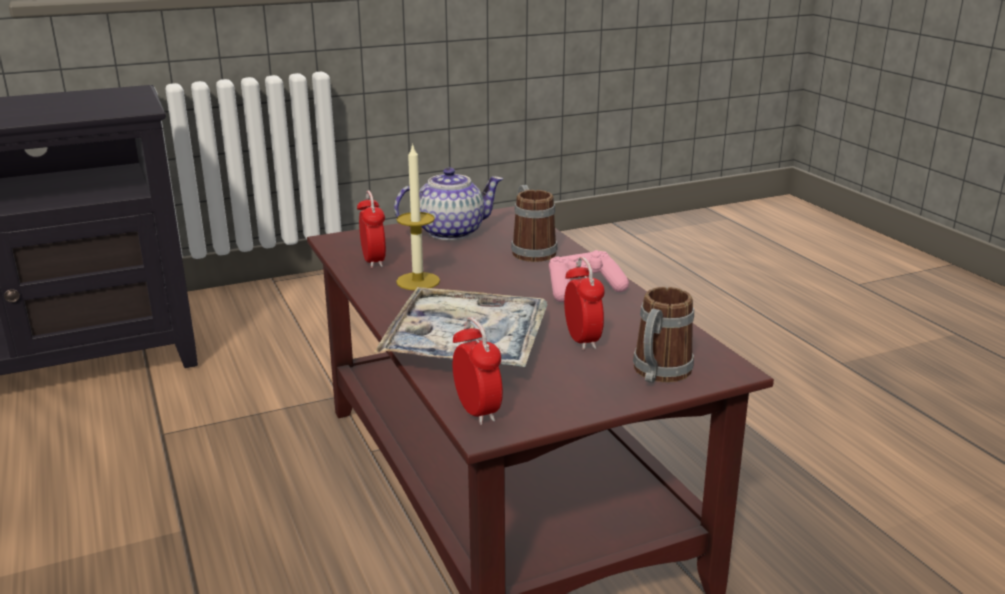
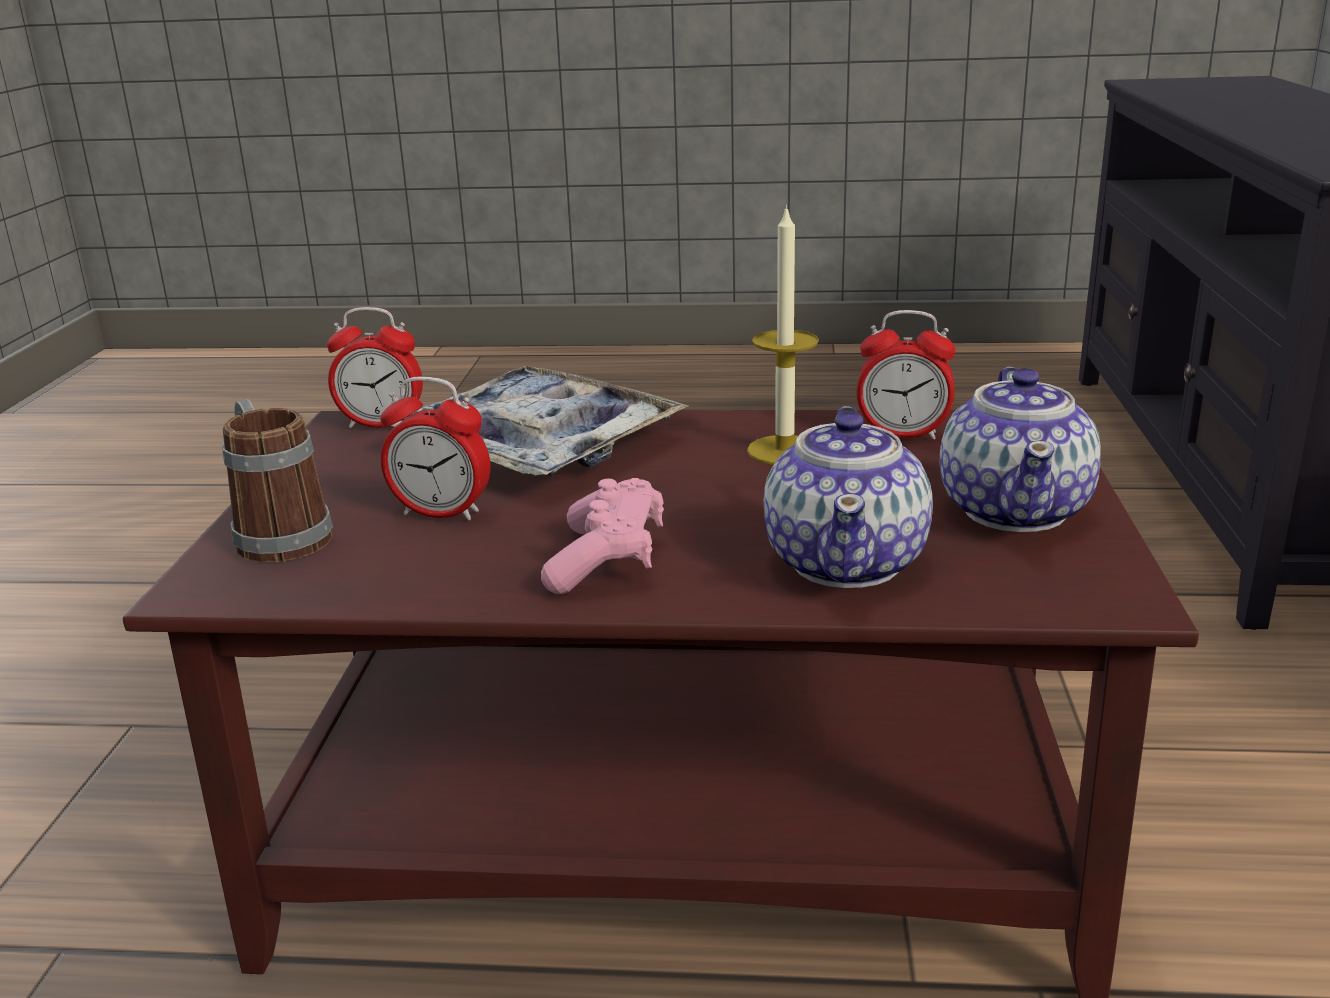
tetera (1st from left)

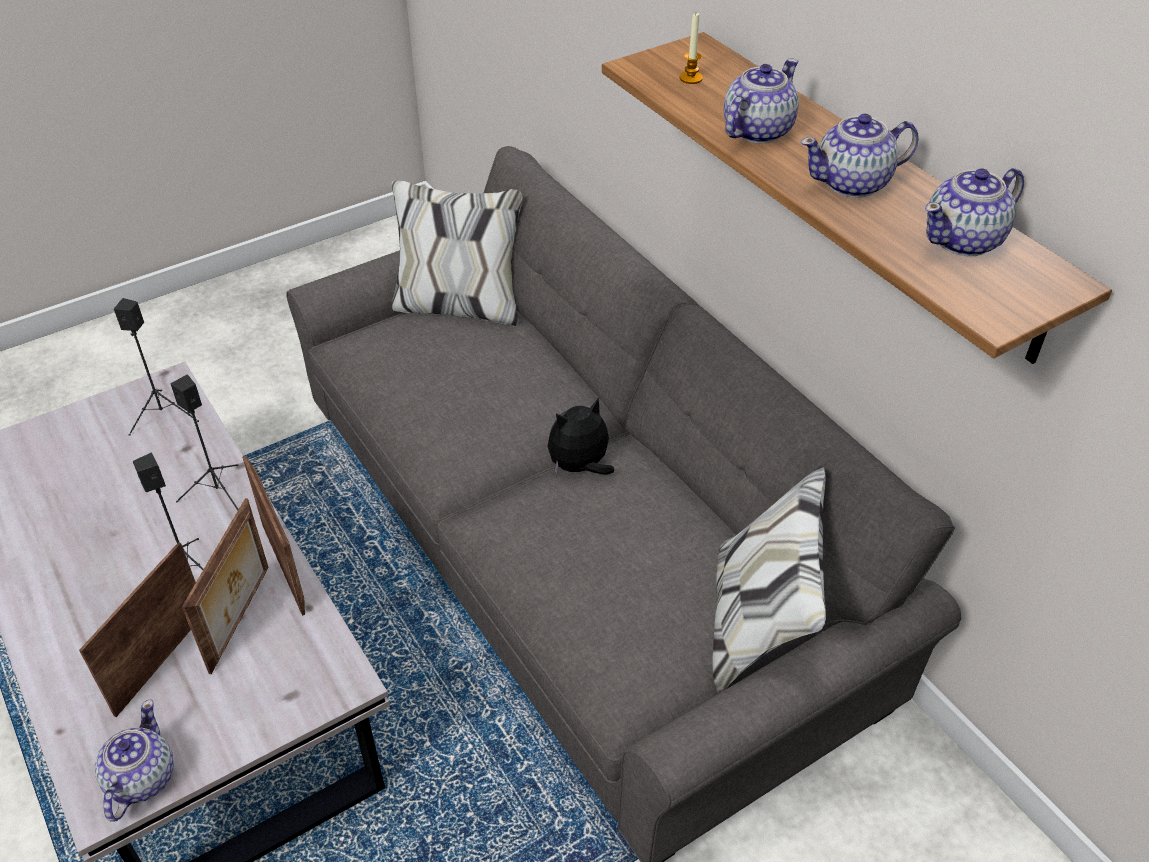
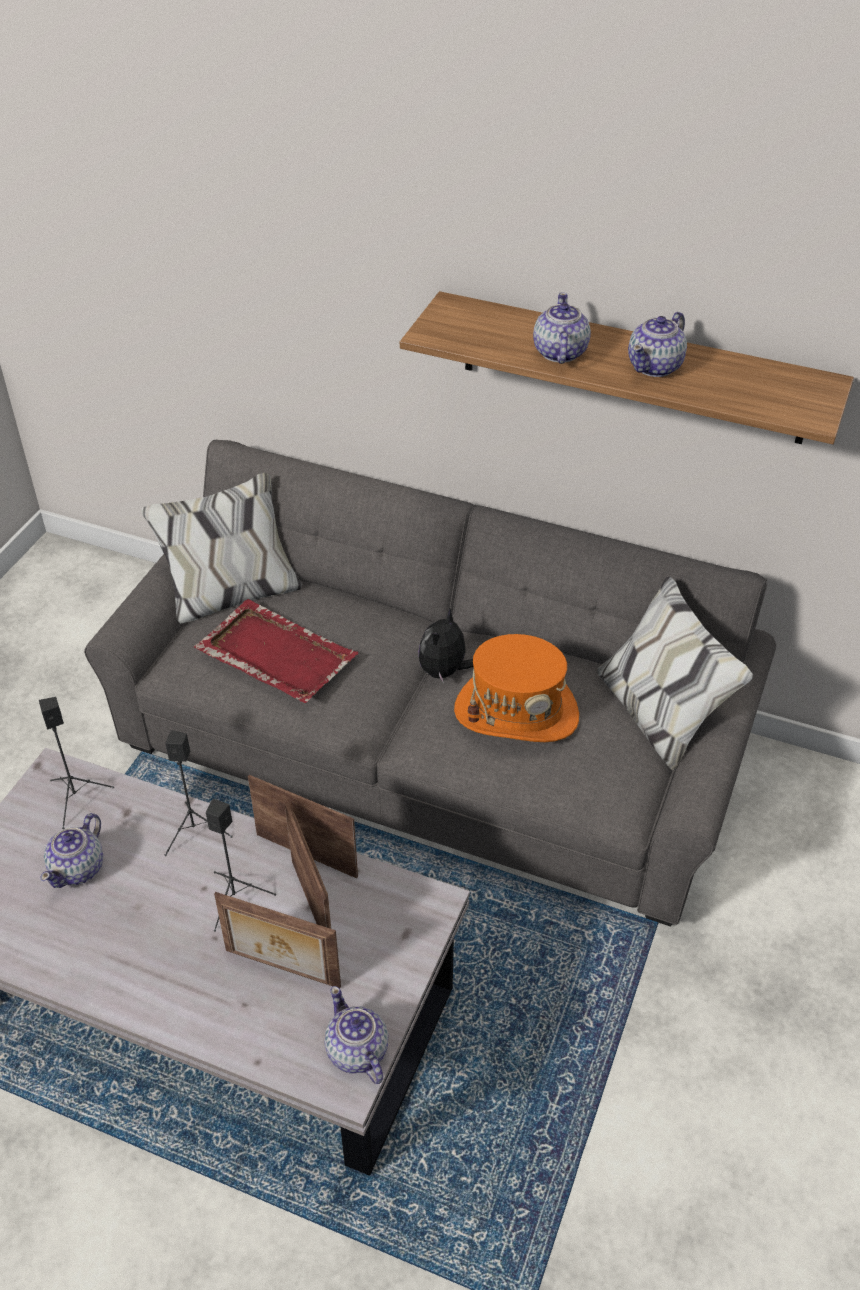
portarretratos (1st from left)
vela
tetera (1st from left)
bandeja/rojo
sombrero/naranja

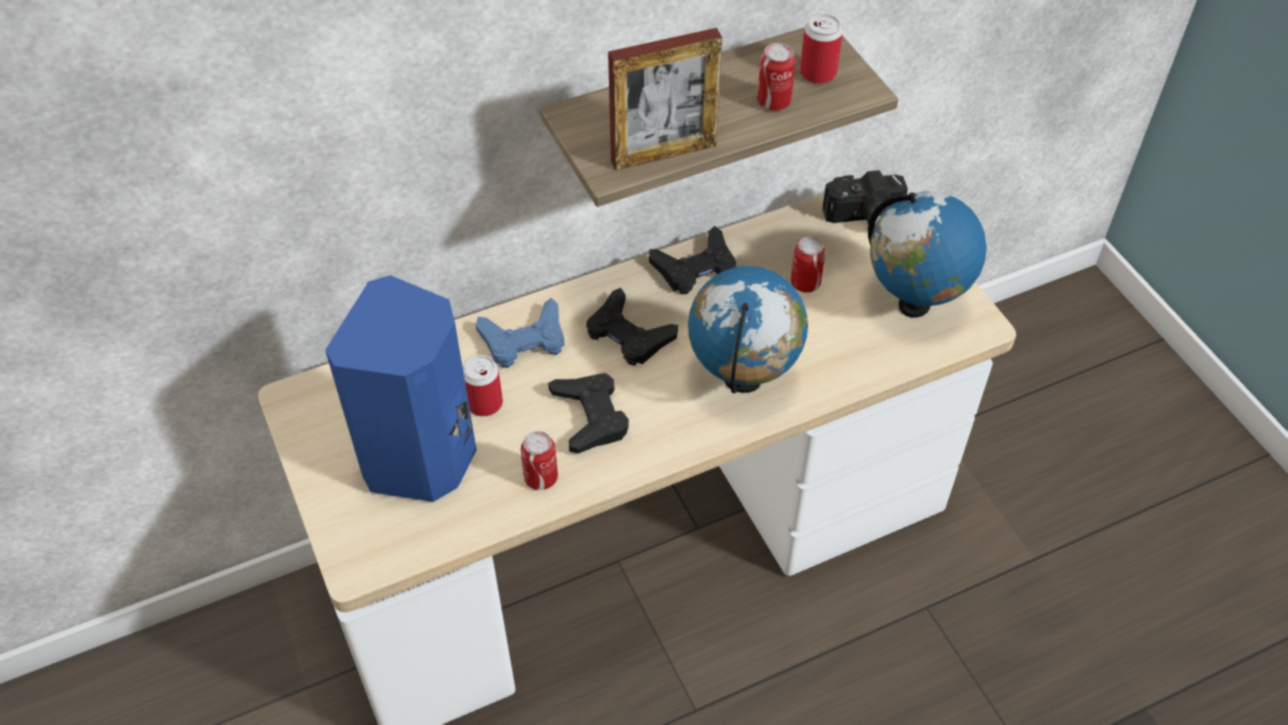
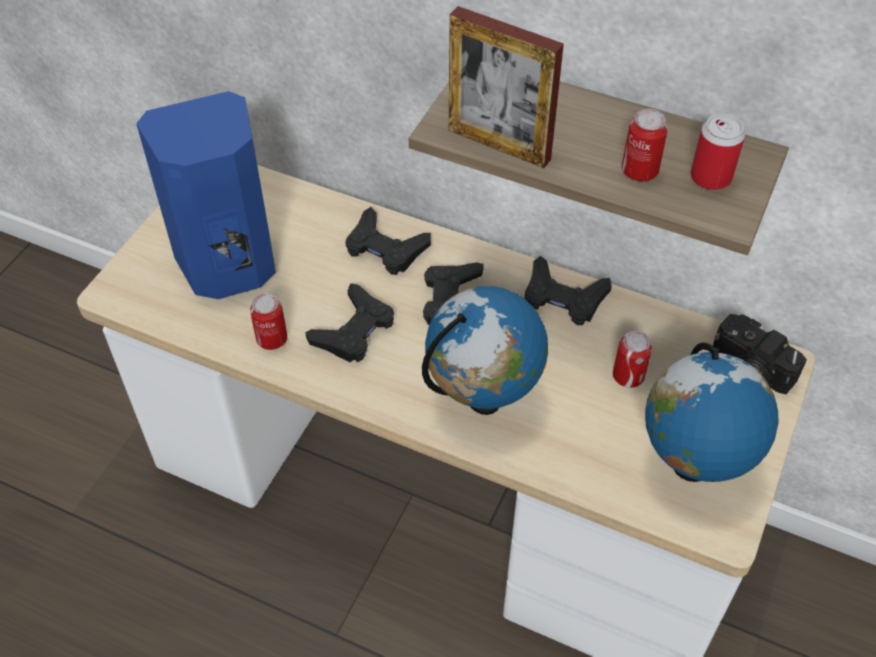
lata (1st from left in the first image)
mando de consola/negro (2nd from left)

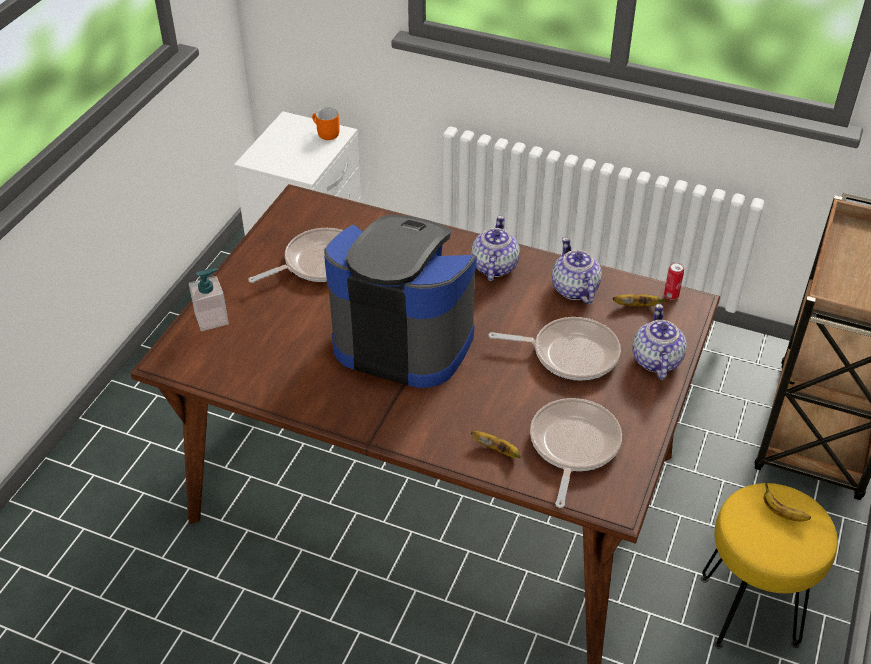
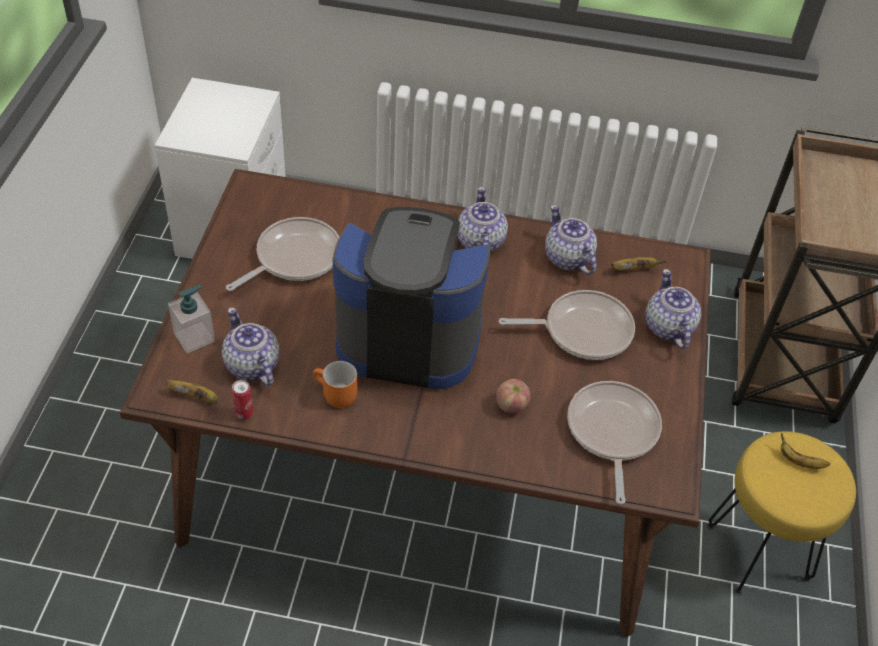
taza grande/naranja
plátano (1st from left)
lata
tetera (1st from left)
manzana

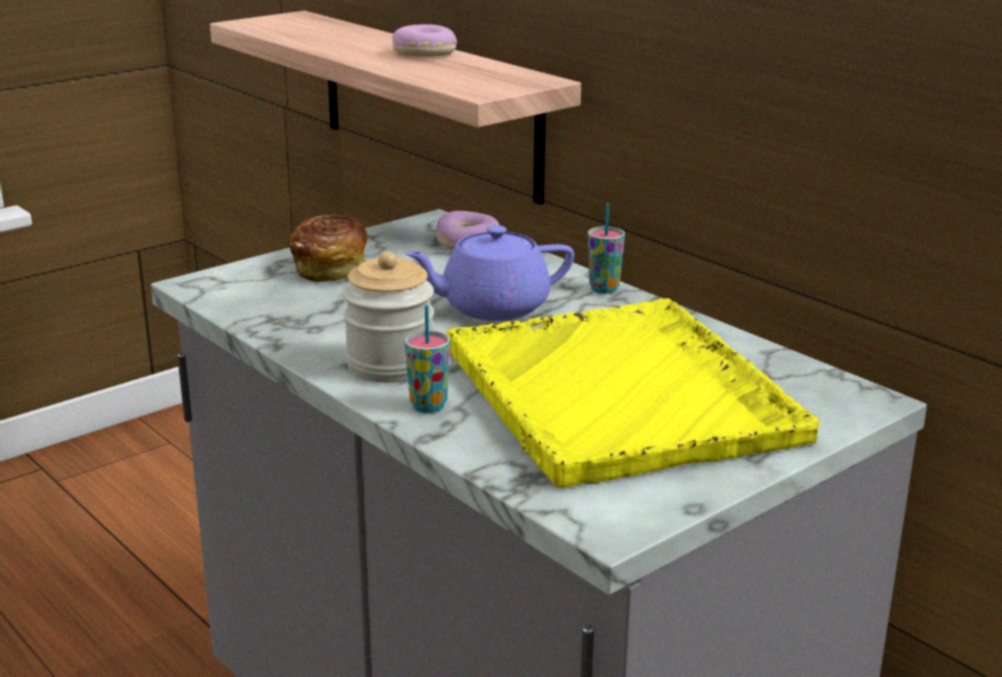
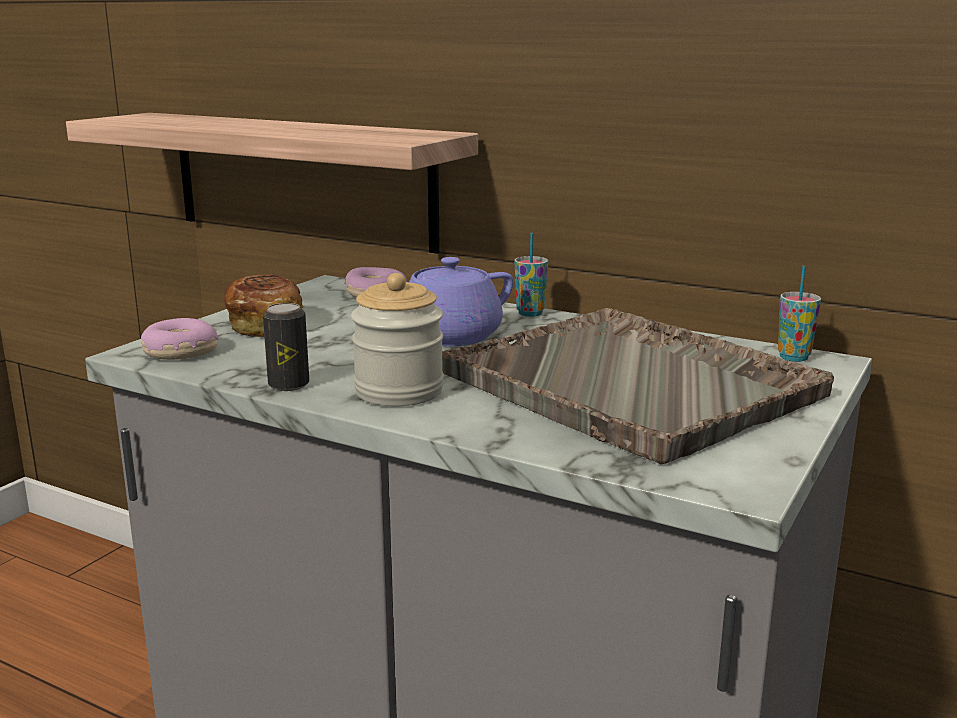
rosquilla (1st from left)
taza (2nd from left)
bandeja/gris
lata

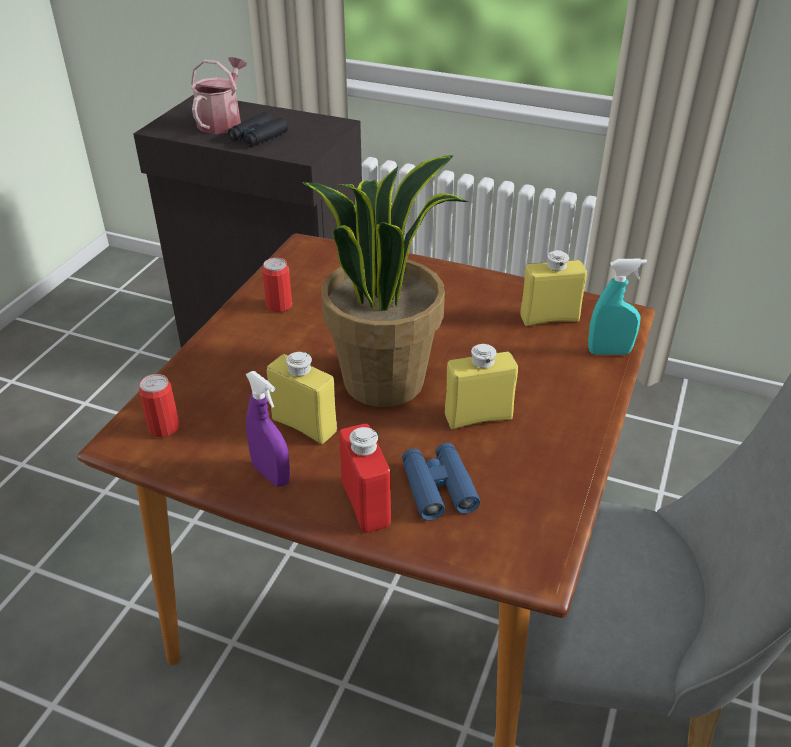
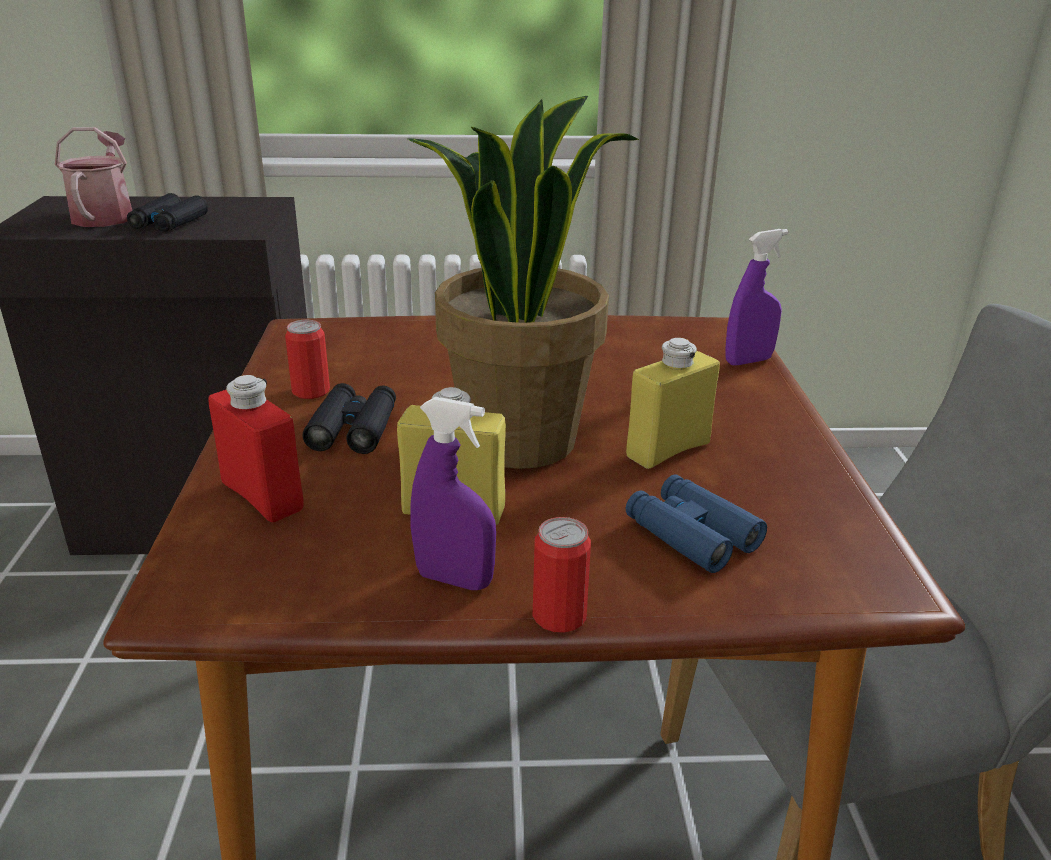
lata (2nd from left)
botella/rojo
botella/amarillo (3rd from left in the first image)
pulverizador/morado (2nd from left)
prismáticos/negro (2nd from left)

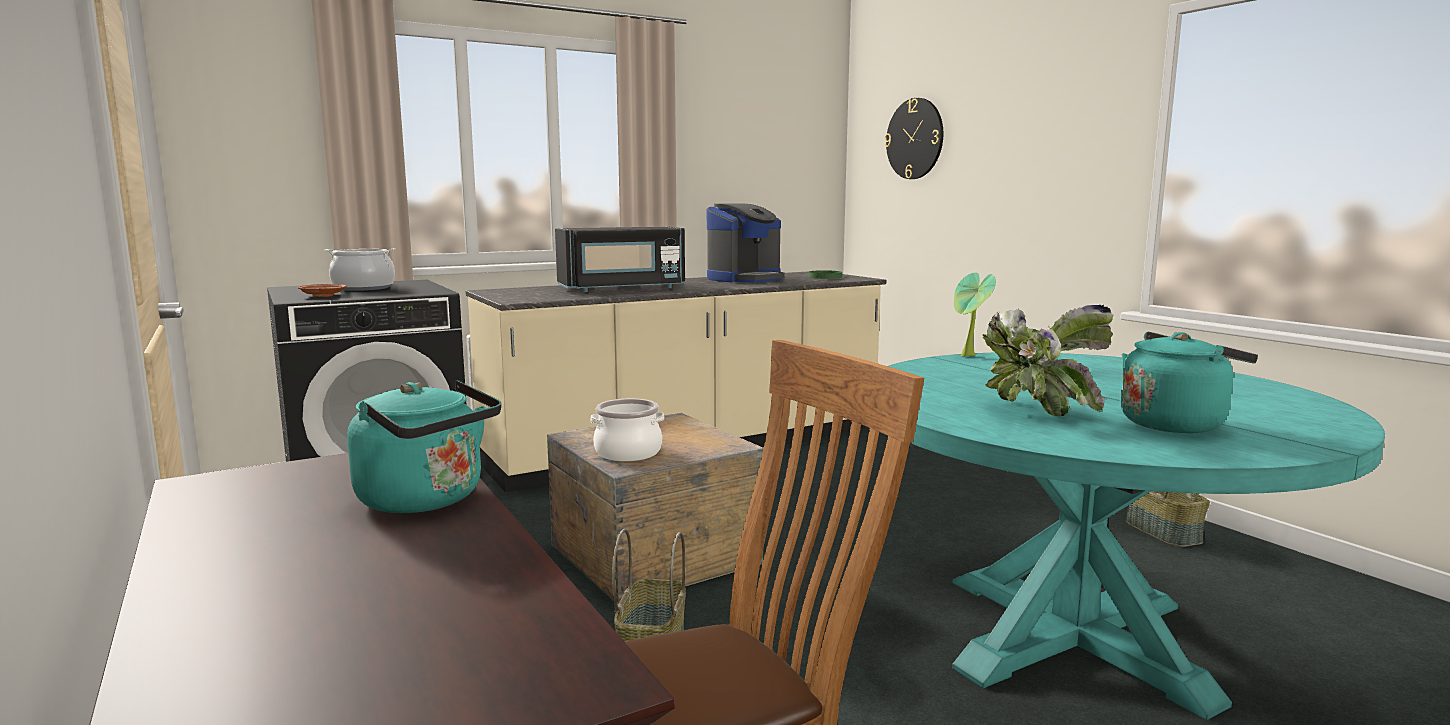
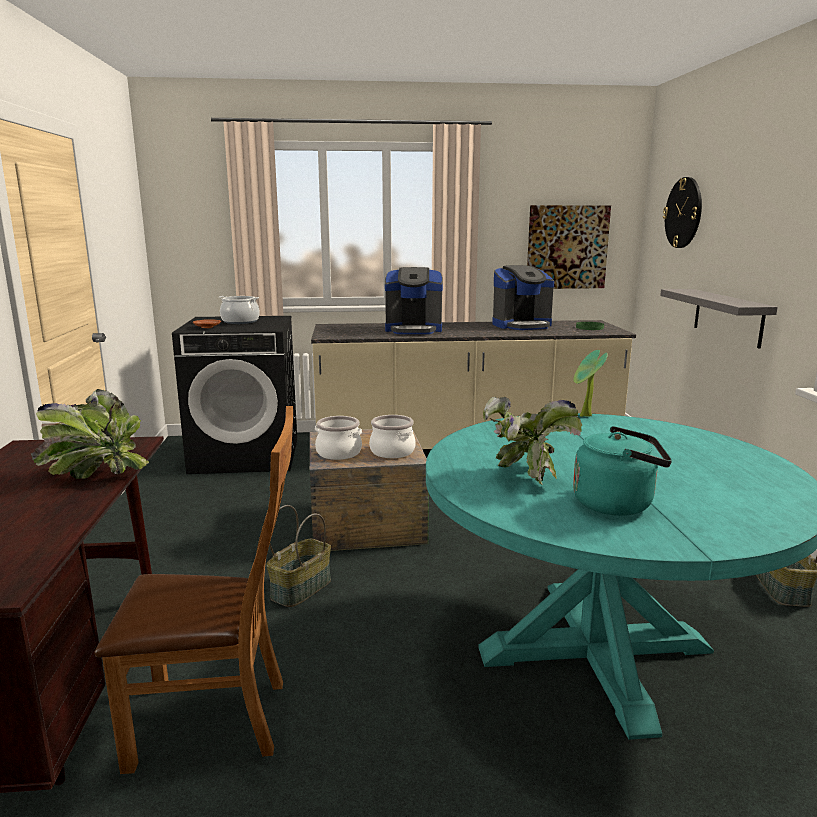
planta en maceta (1st from left)
cafetera (1st from left)
olla (3rd from left)
cuadro
estante/gris

